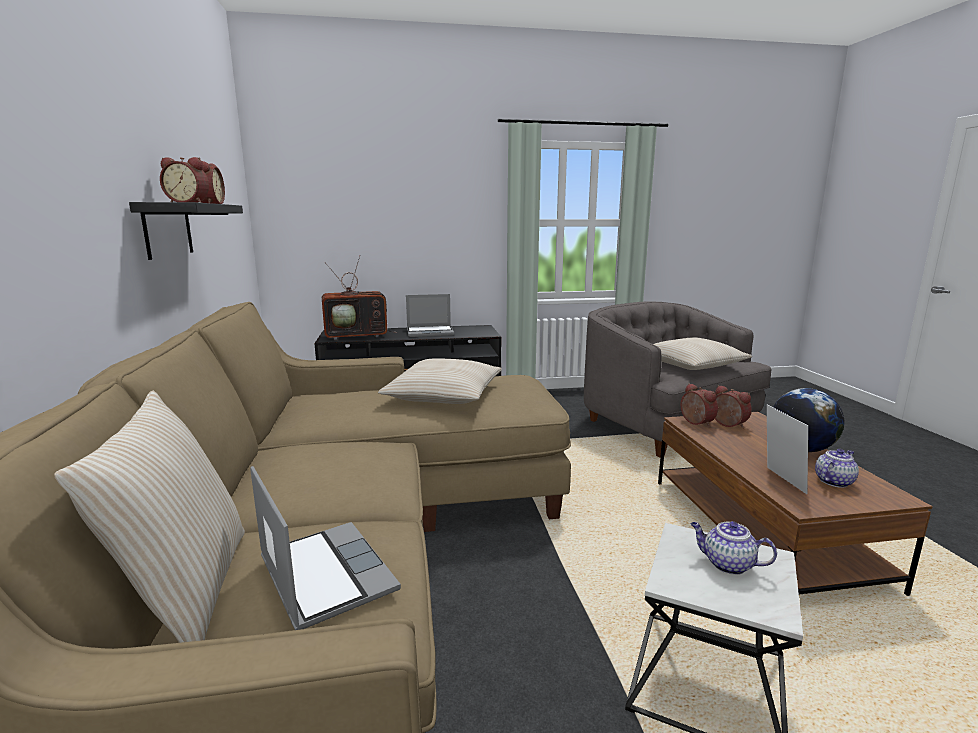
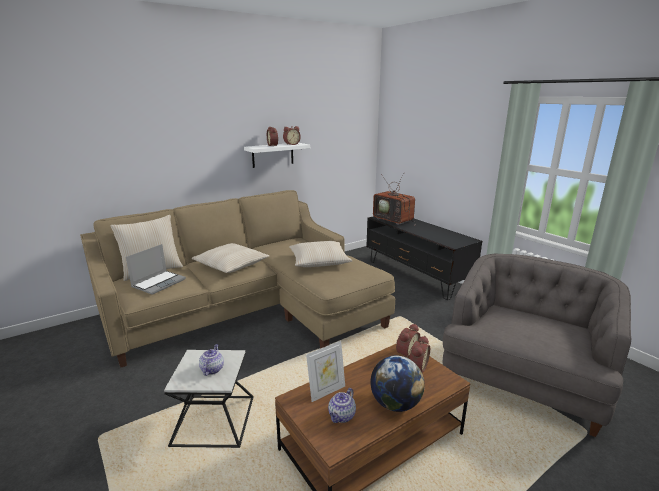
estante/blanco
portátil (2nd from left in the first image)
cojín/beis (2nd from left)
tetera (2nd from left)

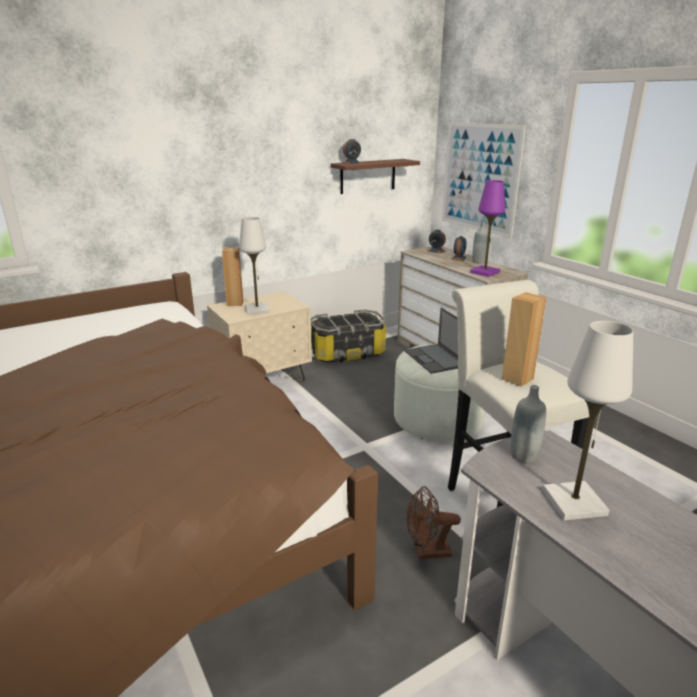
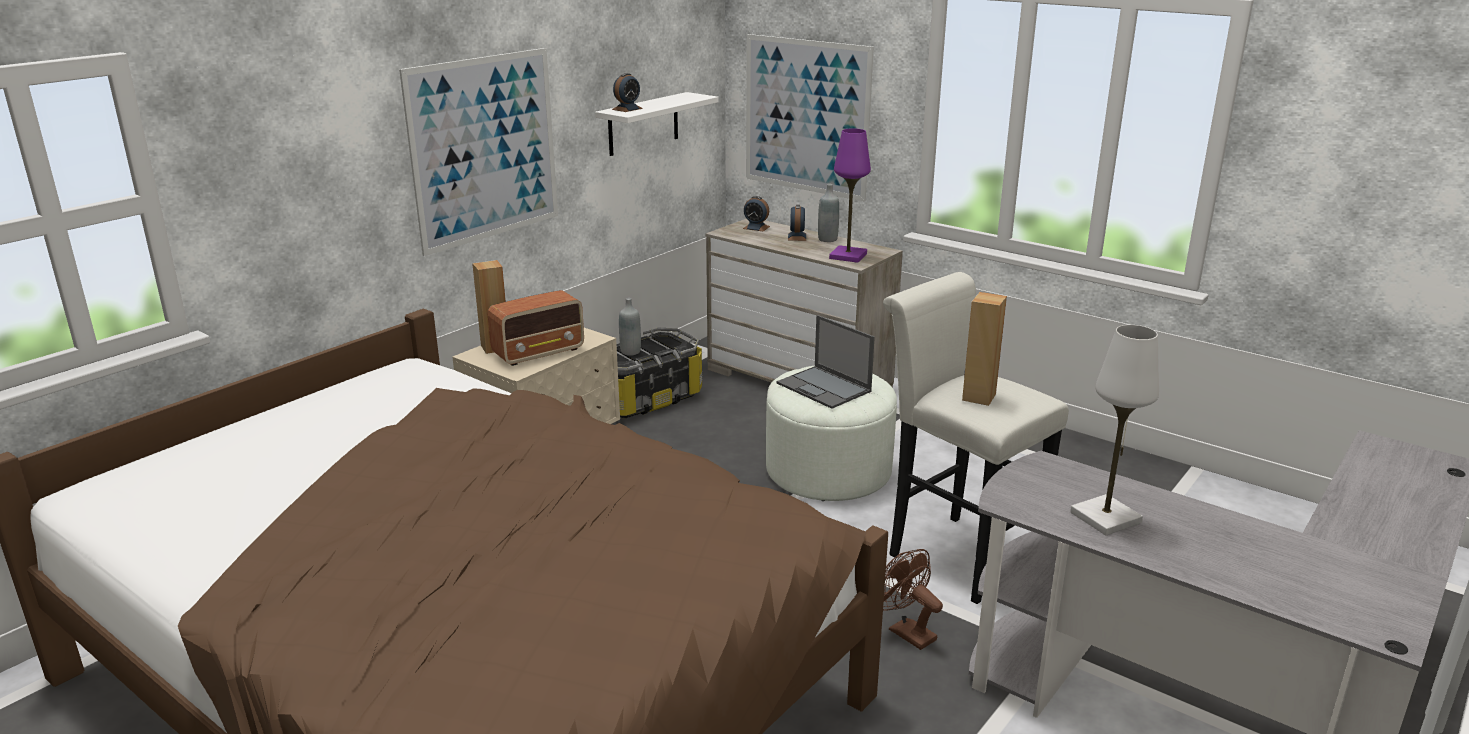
radio
estante/blanco
ventilador/marrón
botella/gris (1st from left)
cuadro (1st from left)

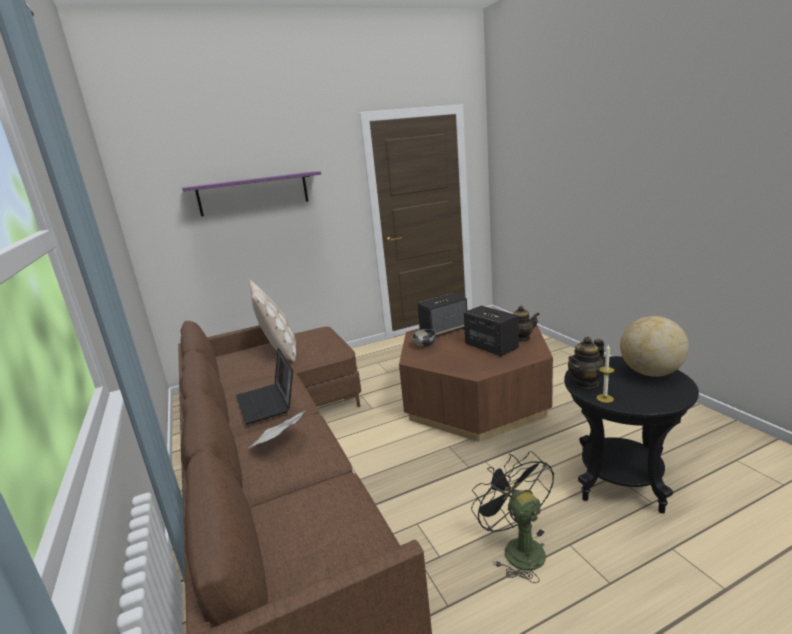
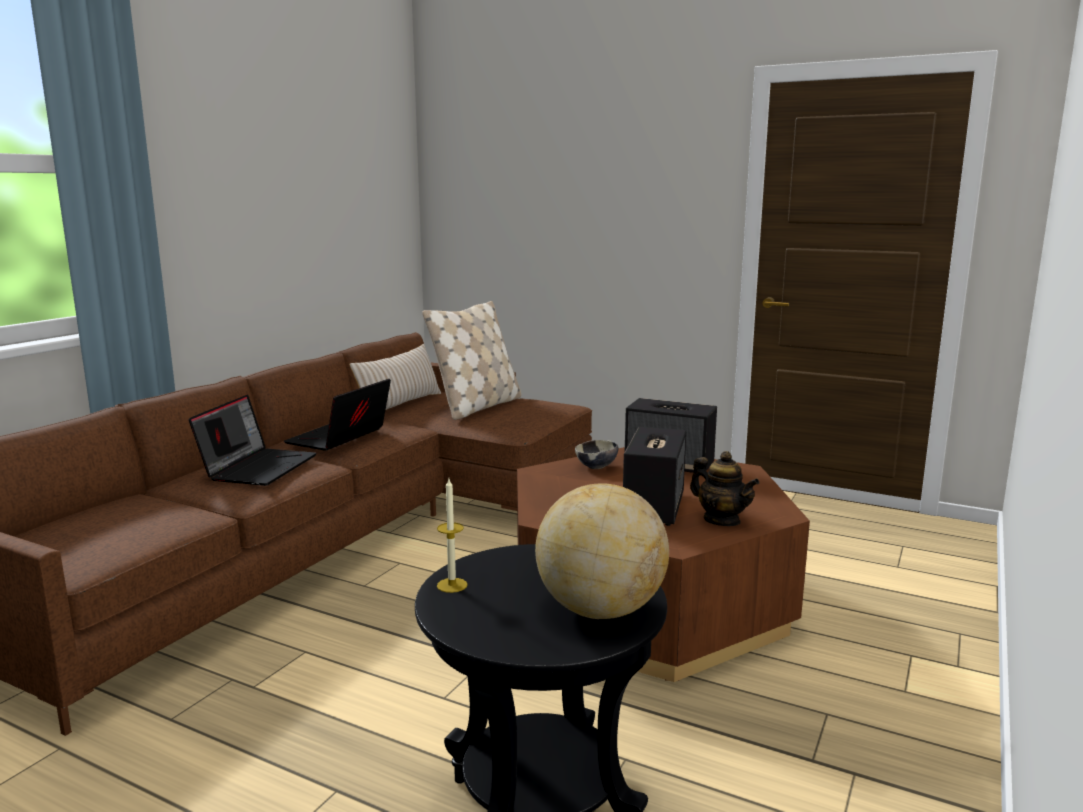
estante/morado
portátil (1st from left)
ventilador/negro
tetera (2nd from left in the first image)
cojín/beis (1st from left)

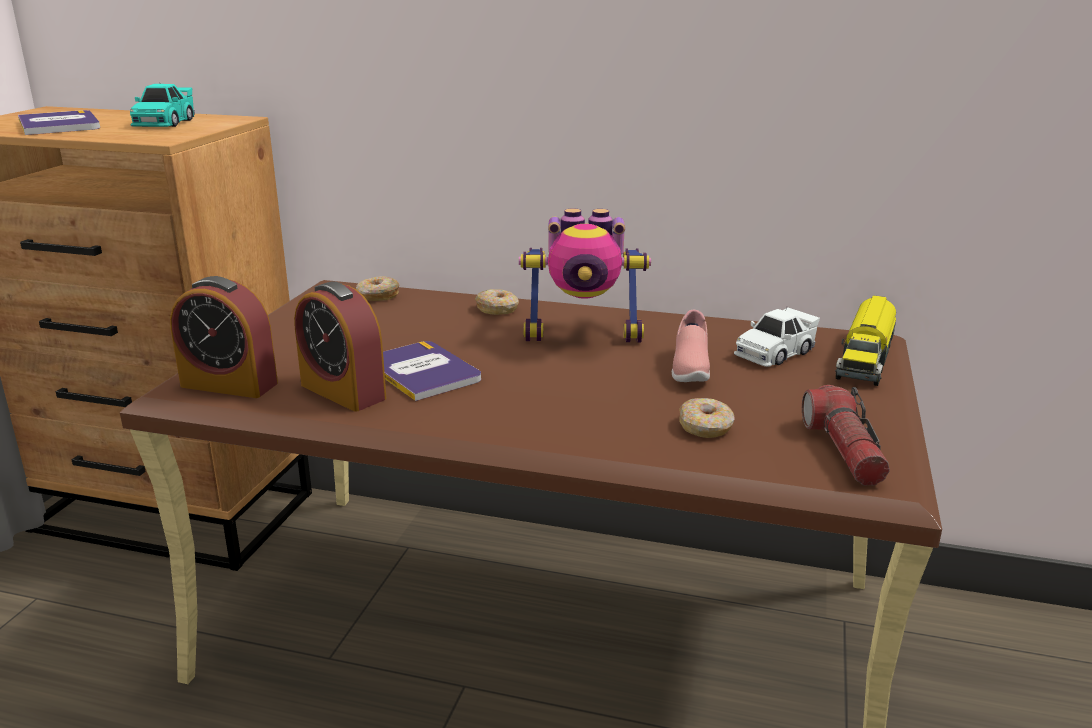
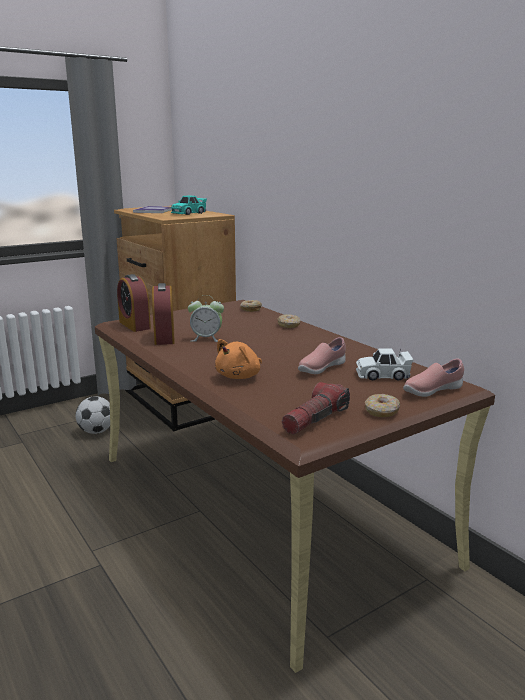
despertador (3rd from left)
robot de juguete
rosquilla (3rd from left)
zapato/rosa (2nd from left)
balón de fútbol
peluche/naranja

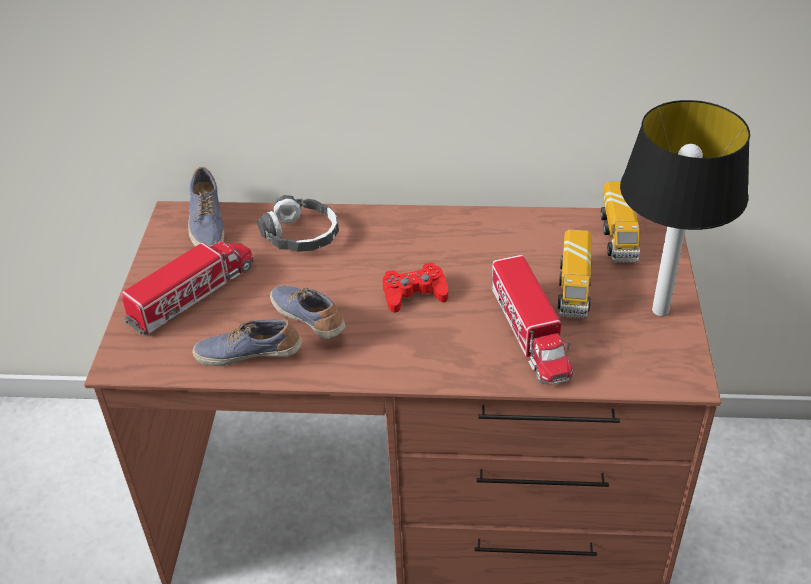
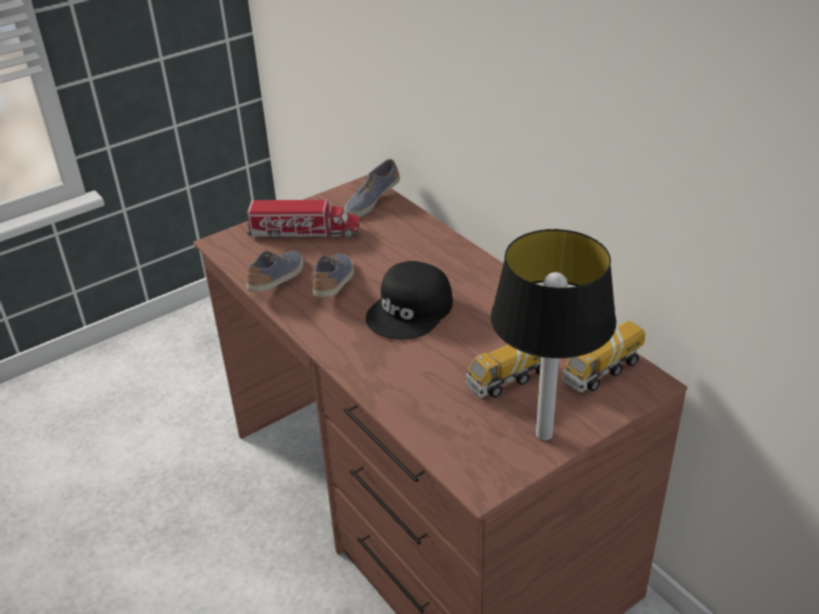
zapato (1st from left)
auriculares
gorra/negro
camión de juguete (2nd from left in the first image)

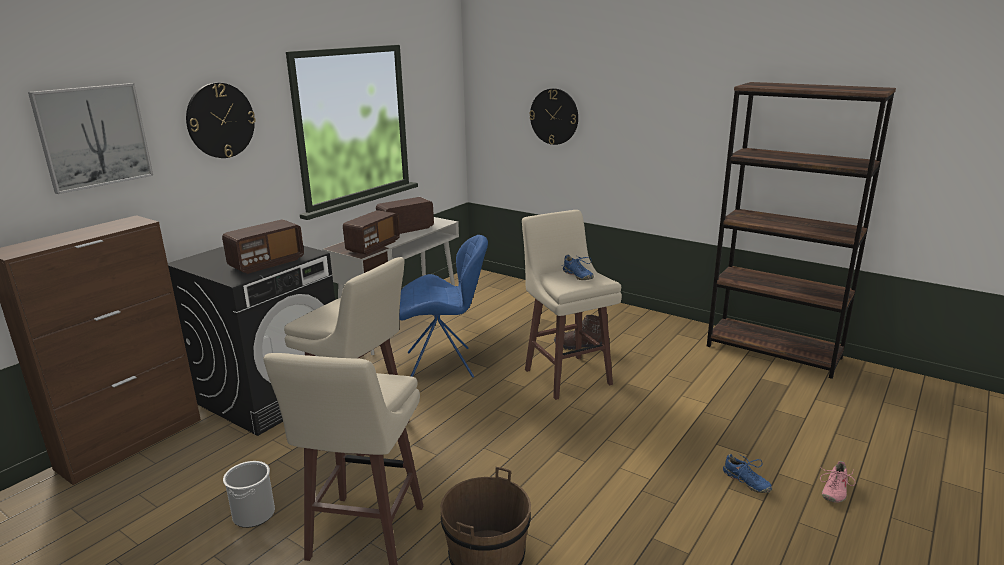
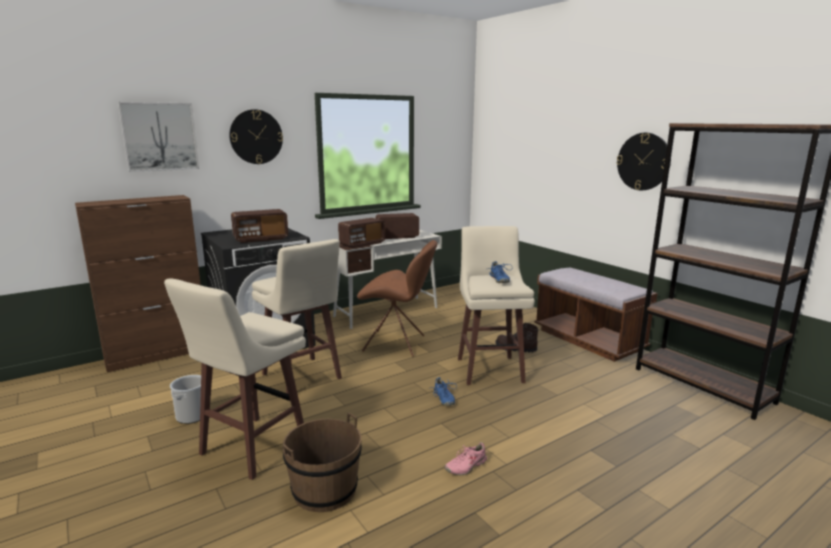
silla/marrón
reloj de pared (2nd from left)
zapato/azul (1st from left)
zapato/rosa
banco/marrón

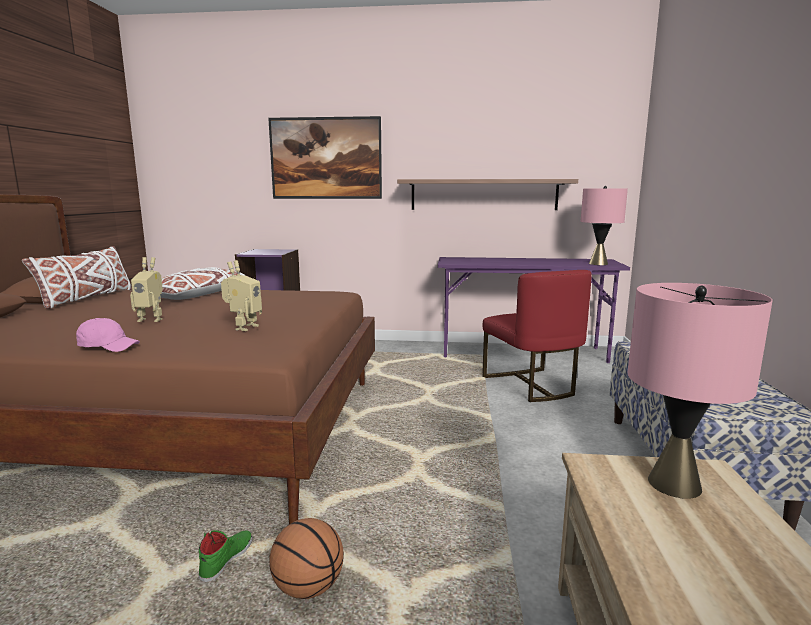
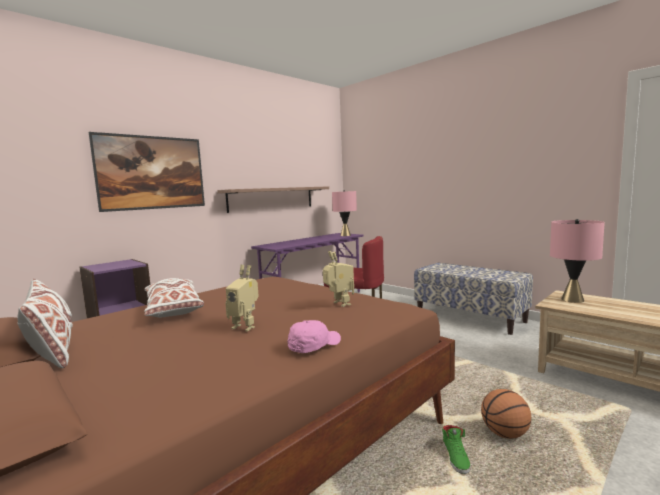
robot de juguete (1st from left)
zapato/verde

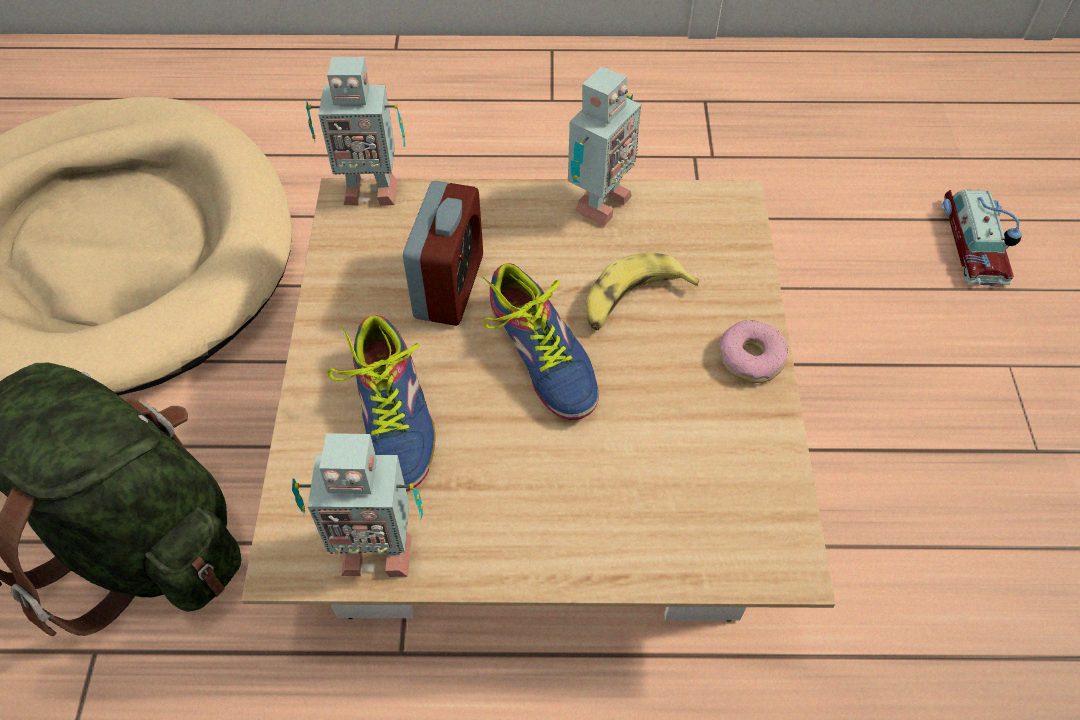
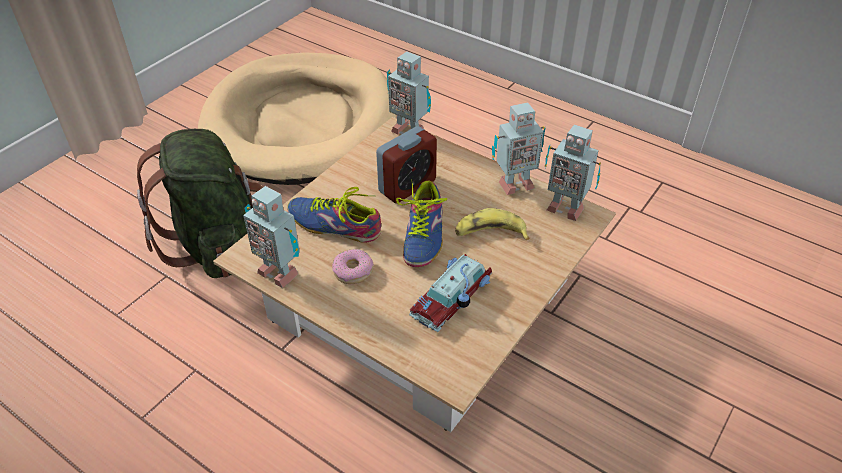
zapato (1st from left)
rosquilla
coche de juguete
robot de juguete (4th from left)

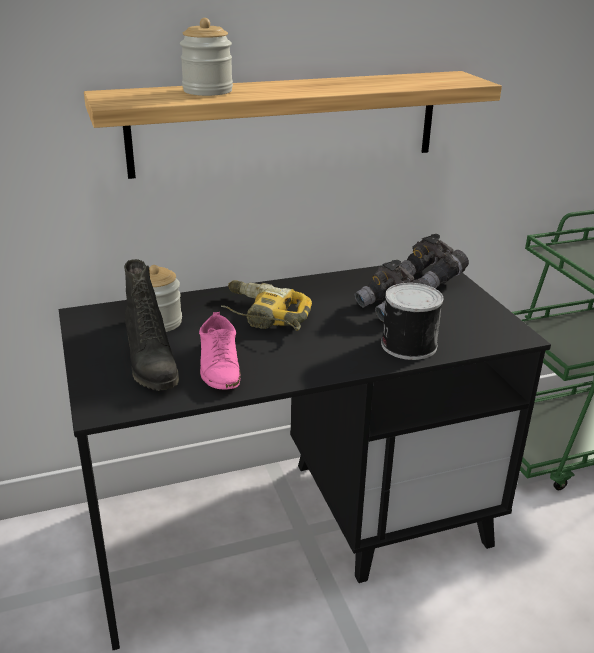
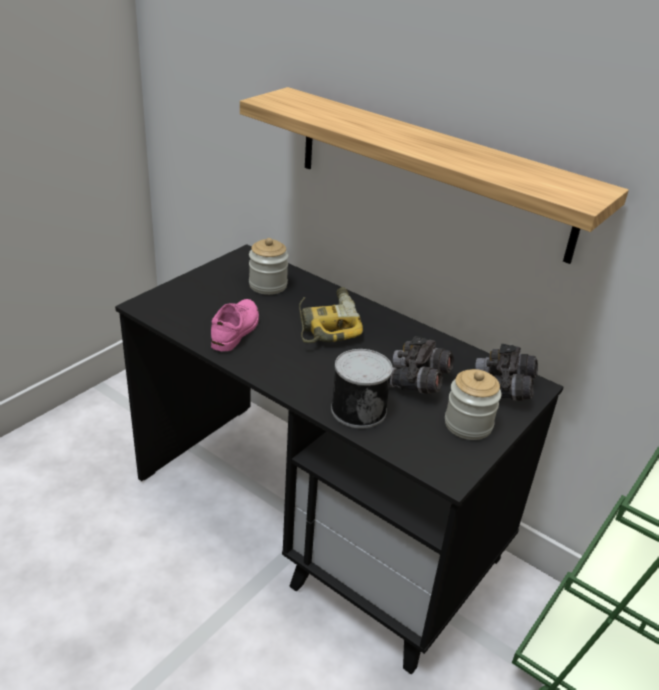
bota/negro
tarro (2nd from left)
zapato/rosa

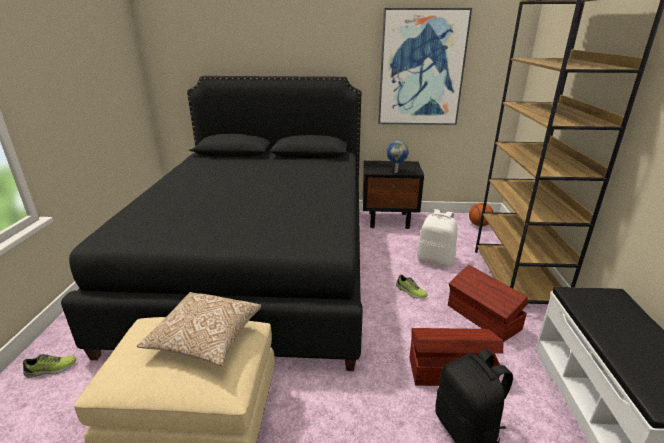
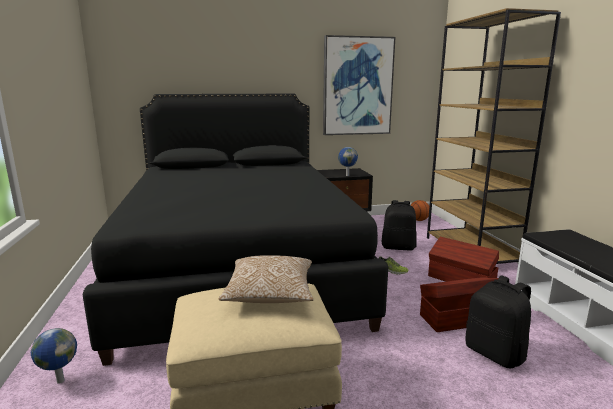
globo terráqueo (1st from left)
mochila/negro (1st from left)

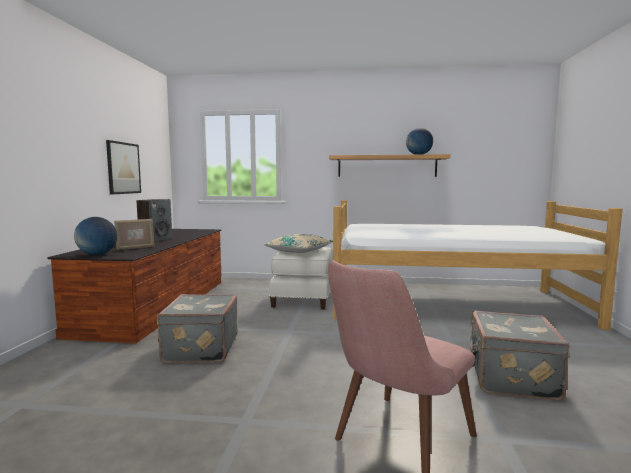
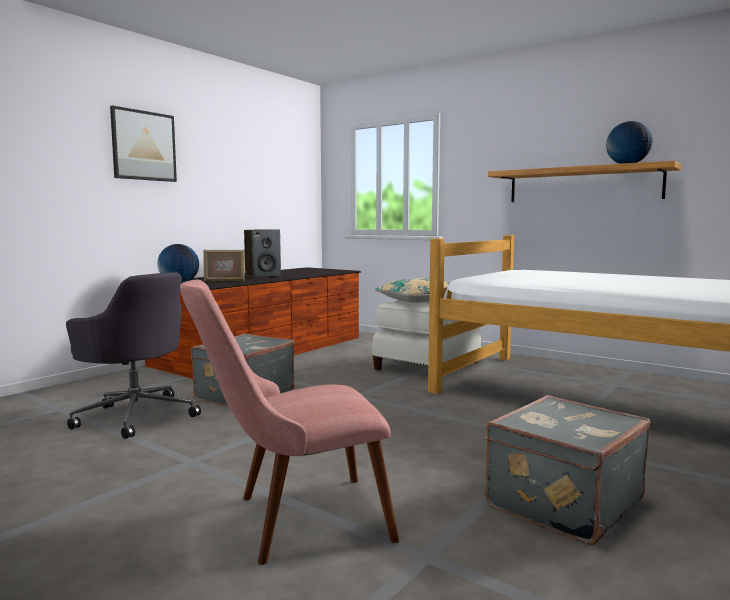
cuadro
silla de oficina/gris

